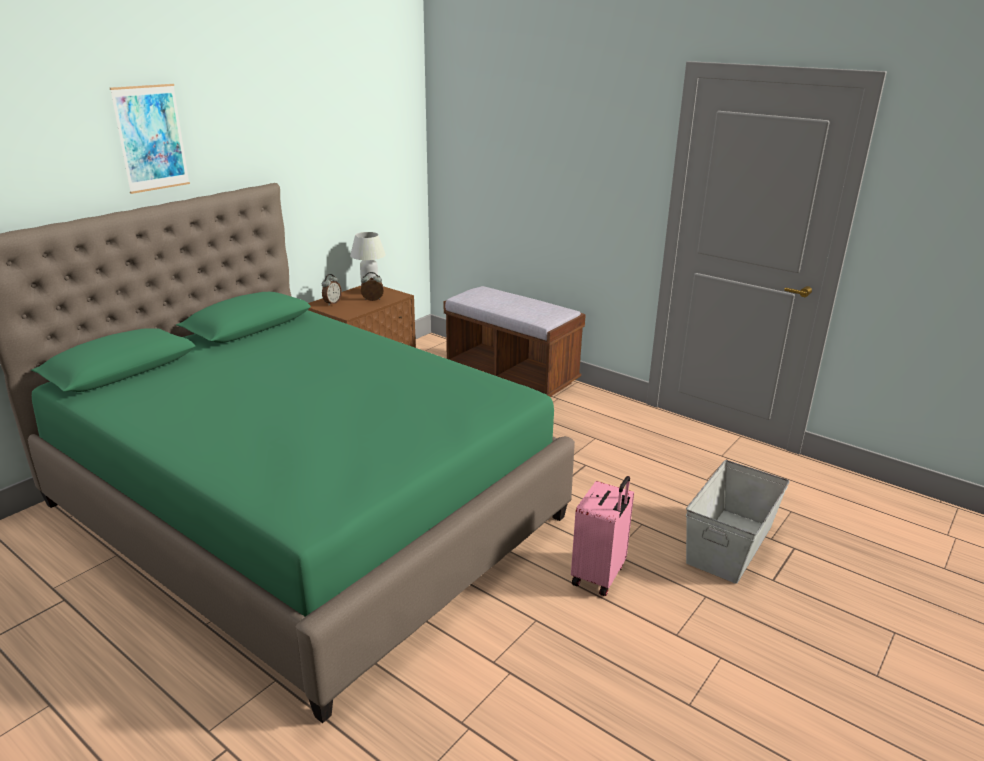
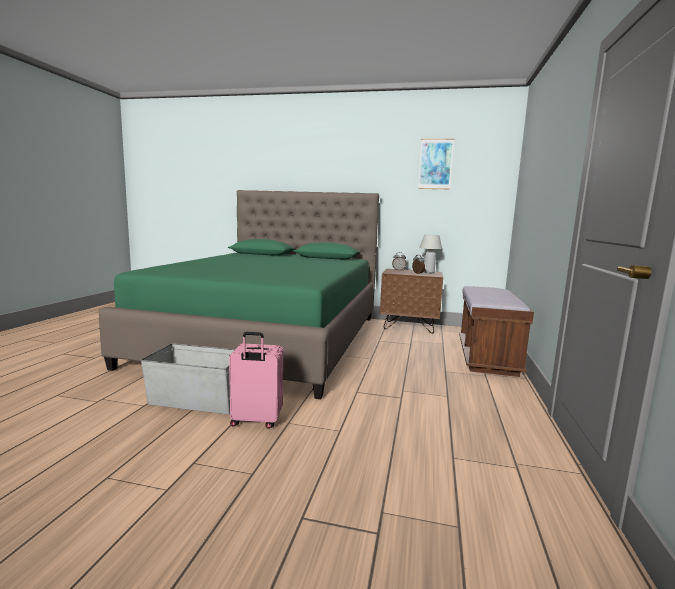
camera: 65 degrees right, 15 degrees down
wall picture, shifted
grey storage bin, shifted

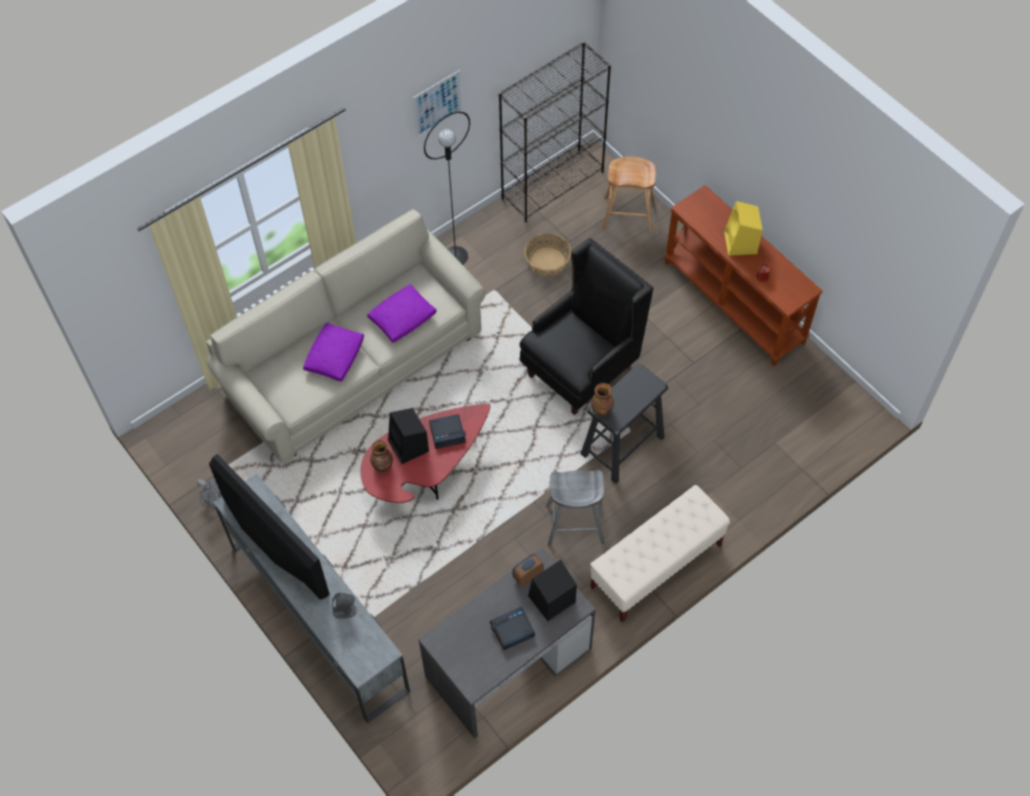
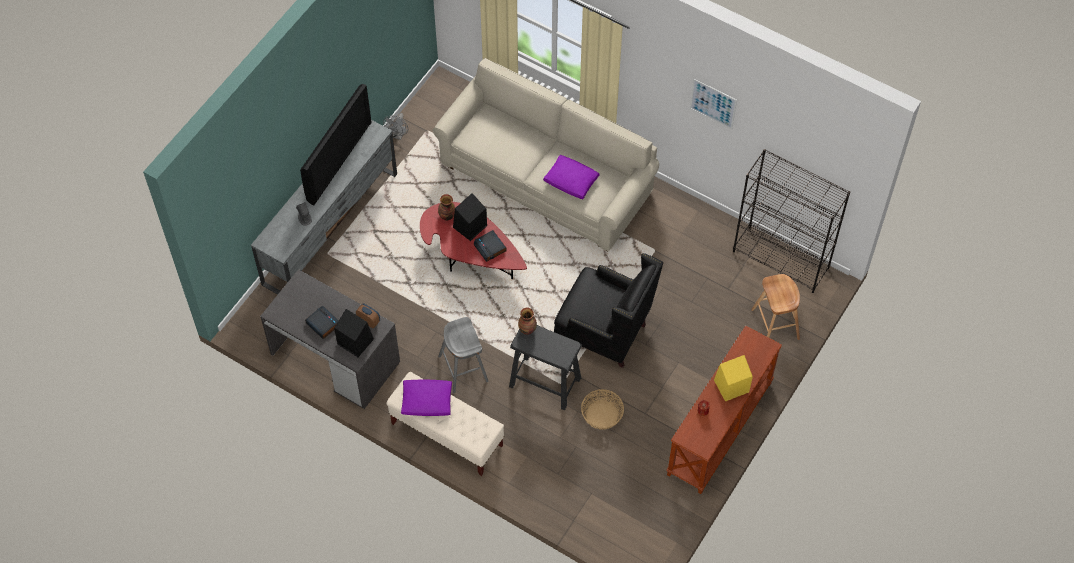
camera: 70 degrees right, 0 degrees up
black-coloured standing lamp → -
purple throw pillow (no. 1 from left), shifted
storage basket, shifted

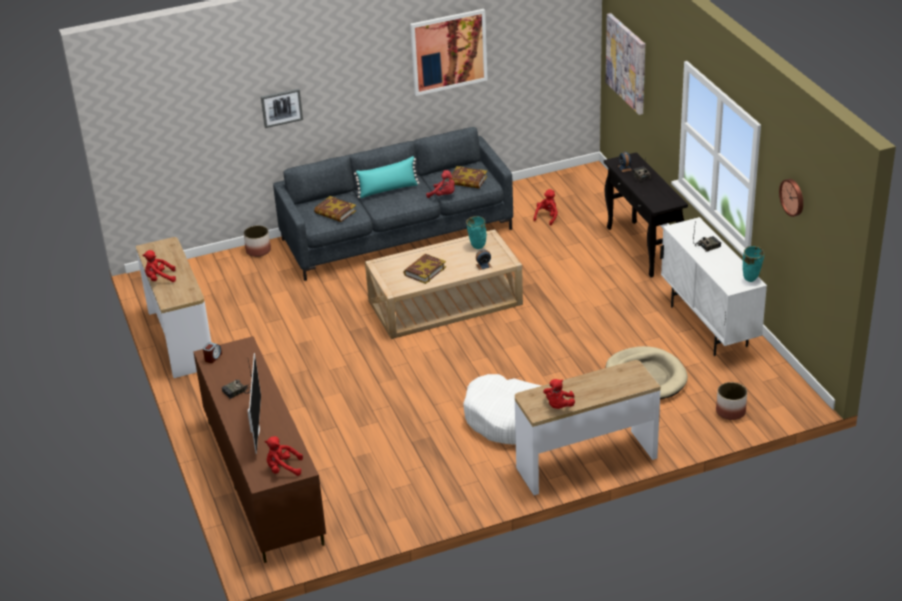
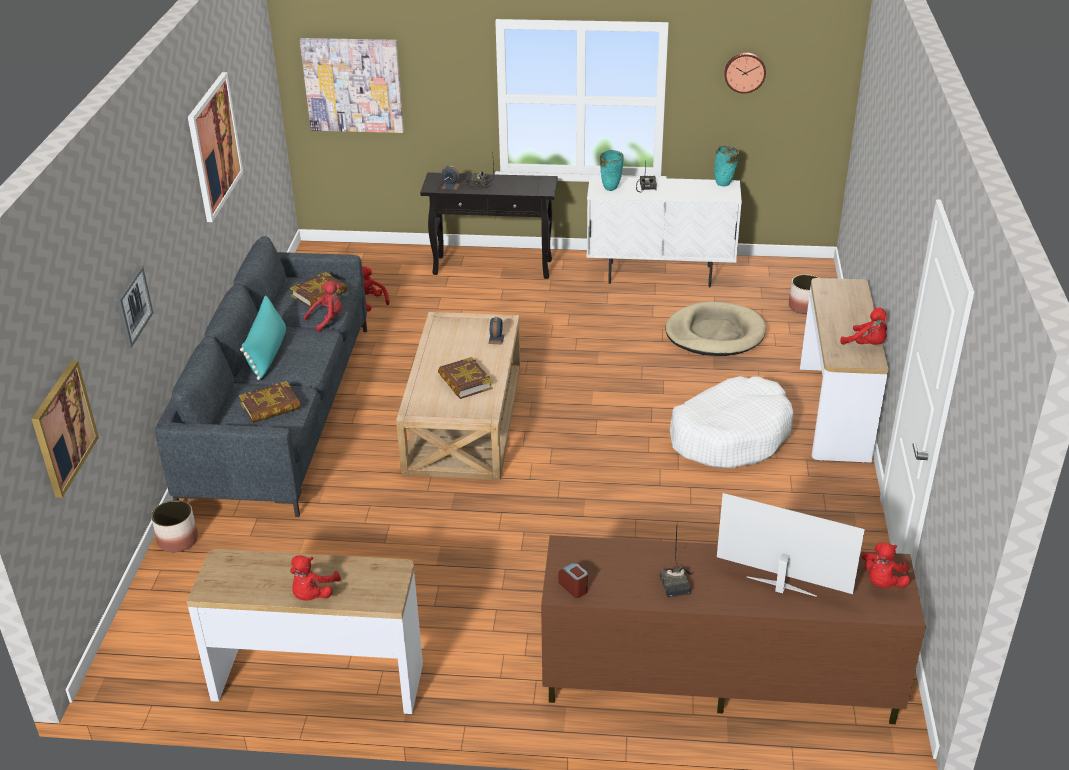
camera: 65 degrees left, 0 degrees up
- → wall picture (no. 1 from left)
turquoise-coloured vase (no. 1 from left), shifted

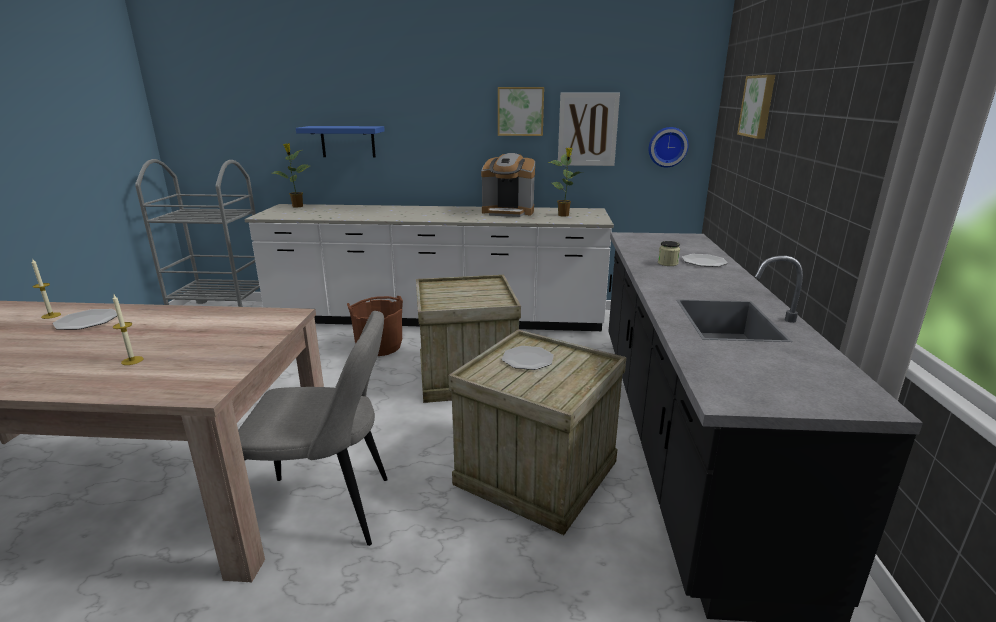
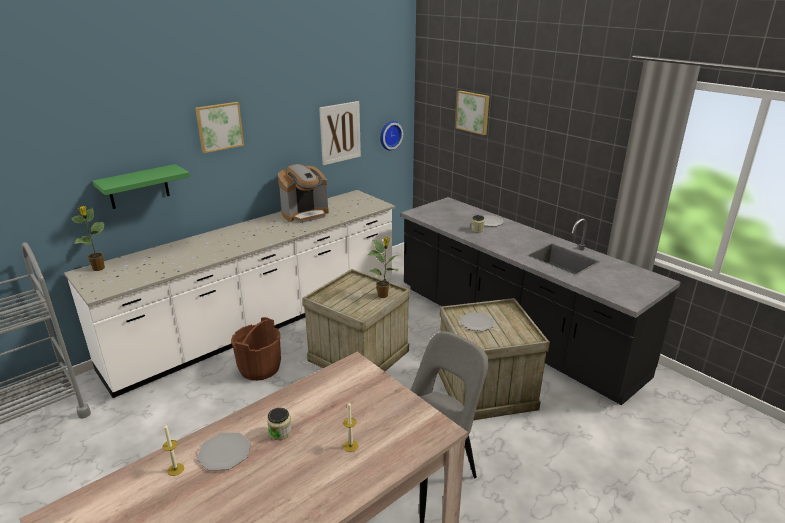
camera: 45 degrees left, 5 degrees up
- → storage jar (no. 1 from left)
wall picture (no. 1 from left), shifted
houseplant (no. 2 from left), shifted
blue-coloured wall shelf → green wall shelf

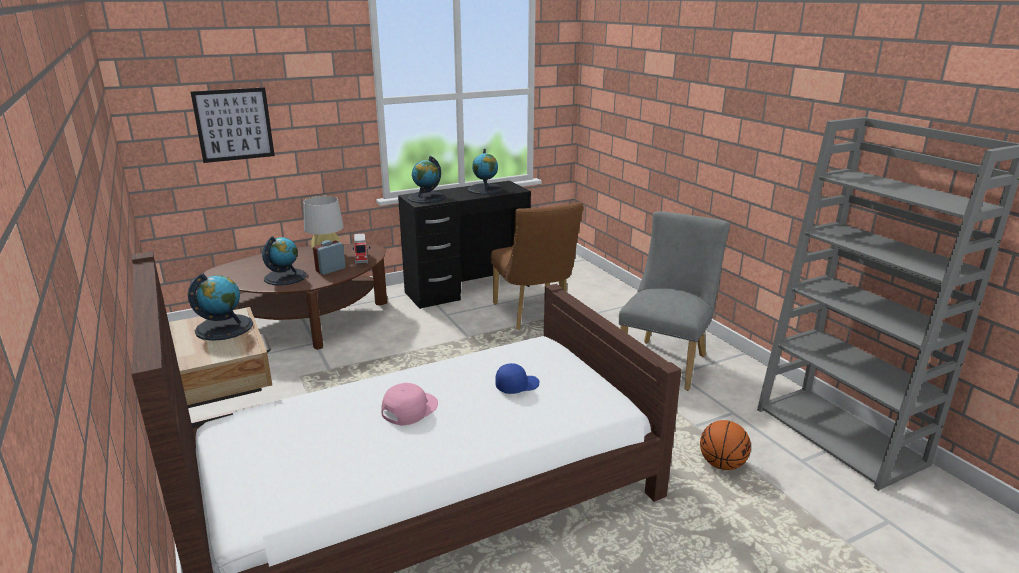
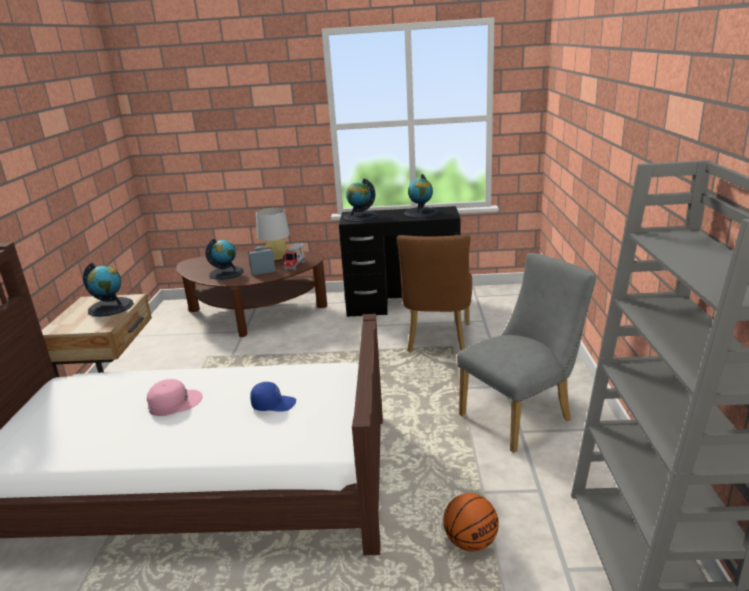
camera: 30 degrees right, 0 degrees up
wall picture → -

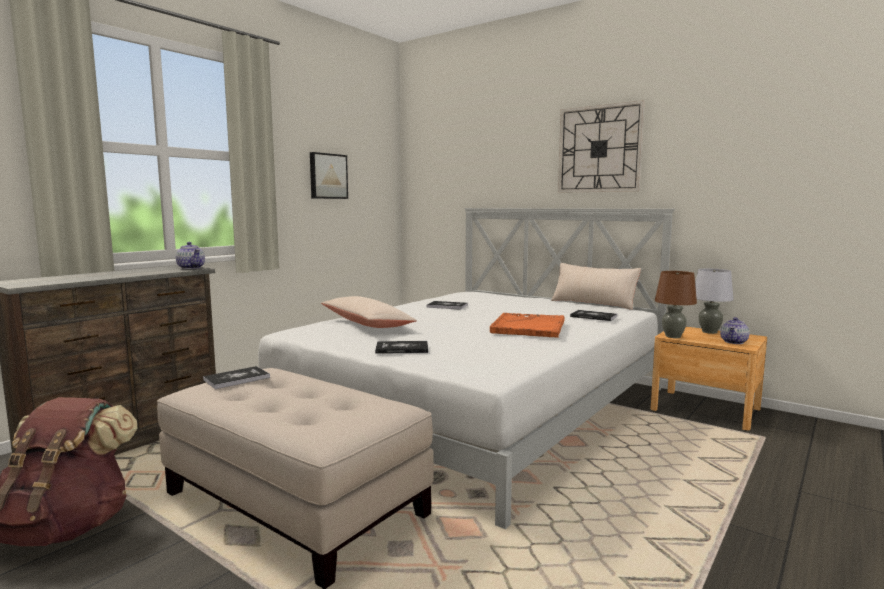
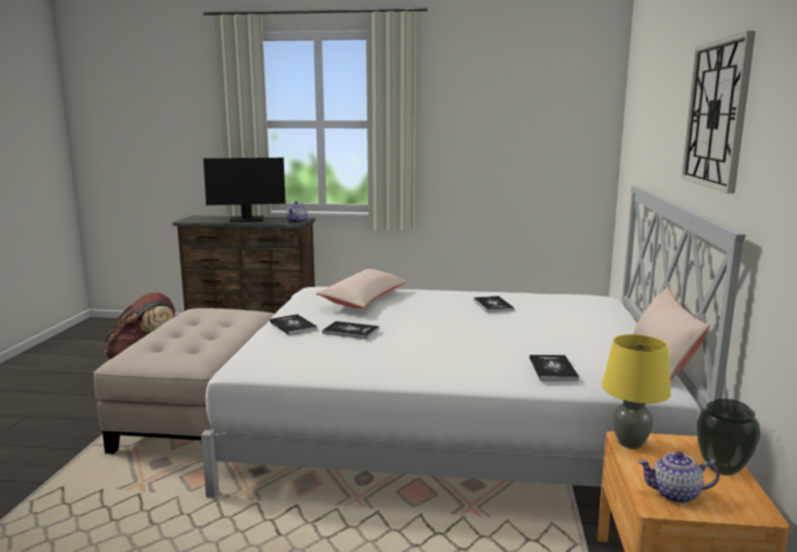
camera: 60 degrees right, 5 degrees up
wall picture → -
orangey serving tray → -
- → computer screen
volume (no. 1 from left in the first image) → volume (no. 2 from left), shifted
grey table lamp → vase
brown table lamp → yellowish table lamp

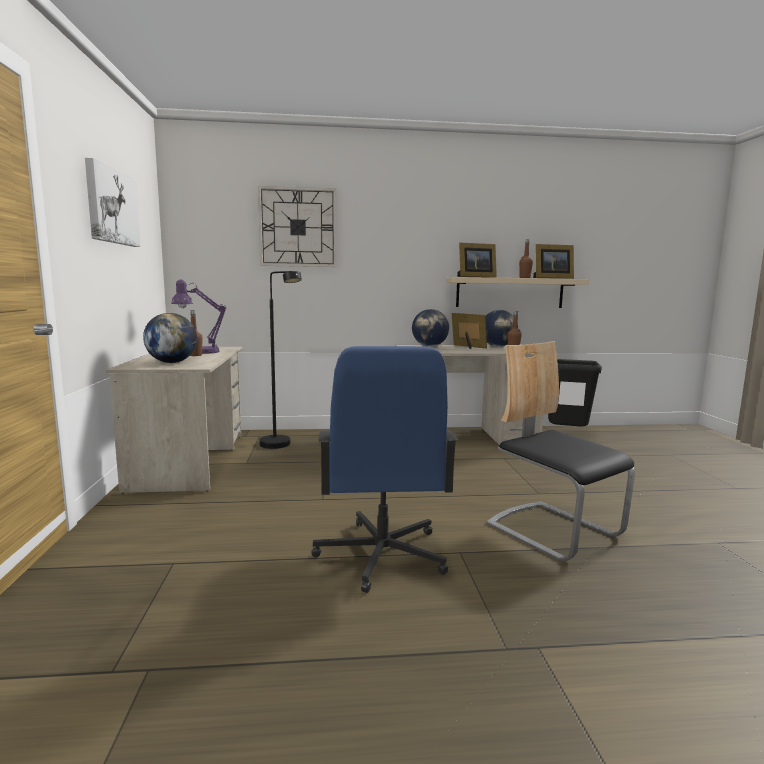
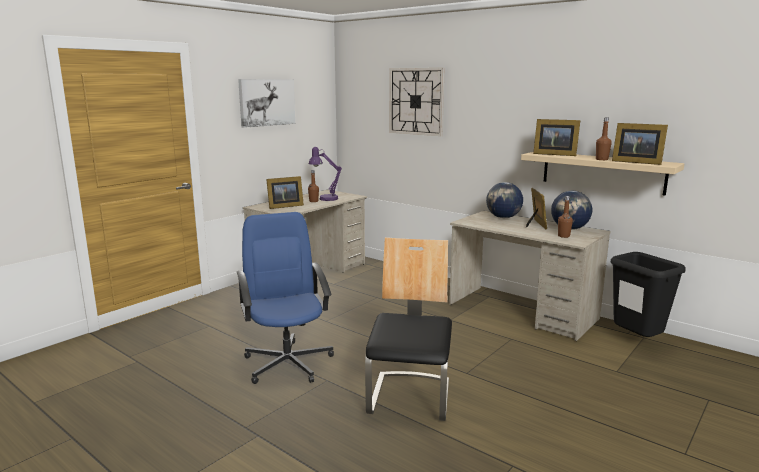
camera: 45 degrees right, 5 degrees up
black-coloured standing lamp → -
globe (no. 1 from left) → standing frame (no. 1 from left)
blue-coloured office chair, 120 degrees clockwise

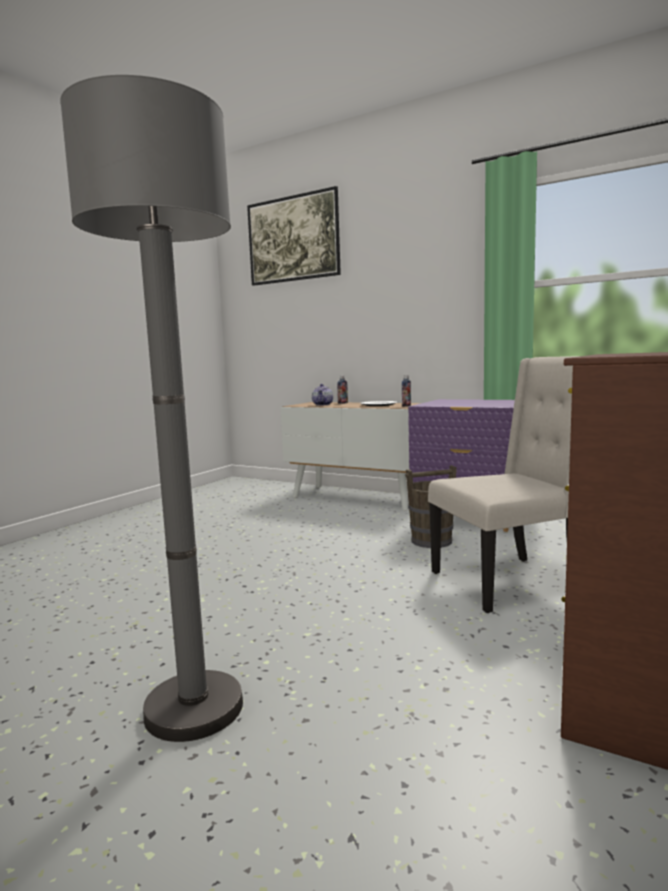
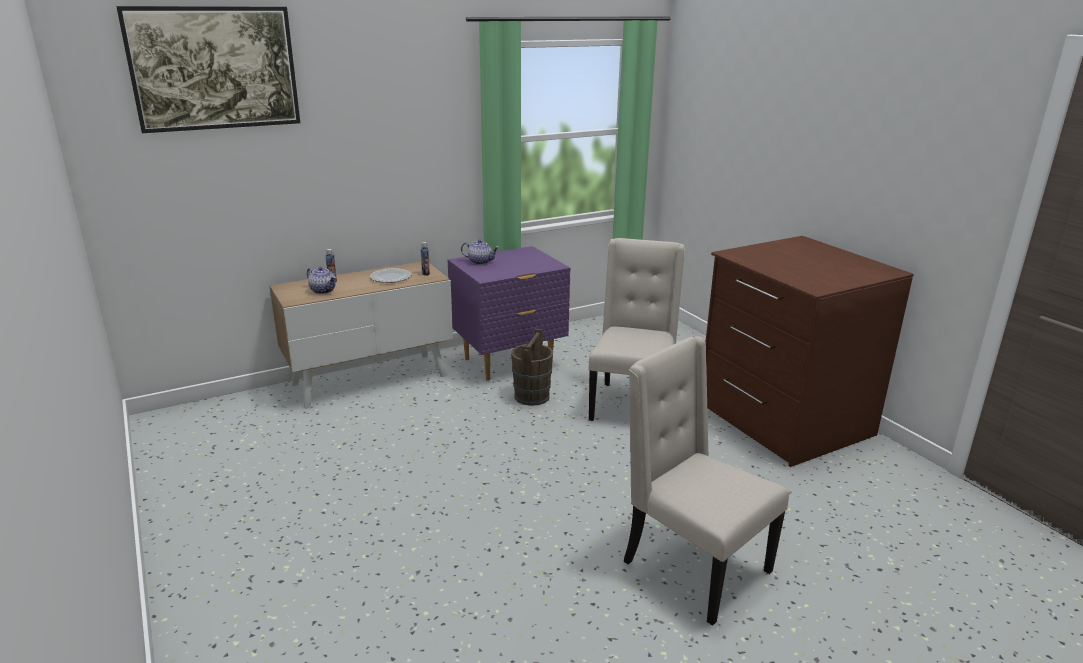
camera: 60 degrees left, 15 degrees up
- → teapot (no. 2 from left)
grey standing lamp → sand-coloured plain chair (no. 2 from left)

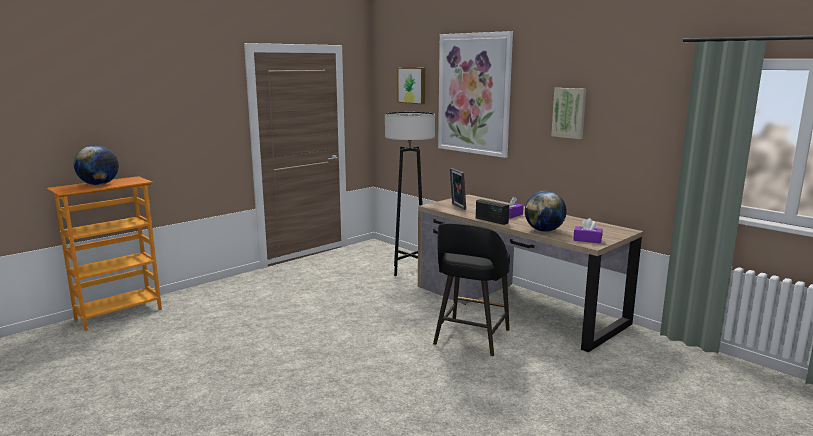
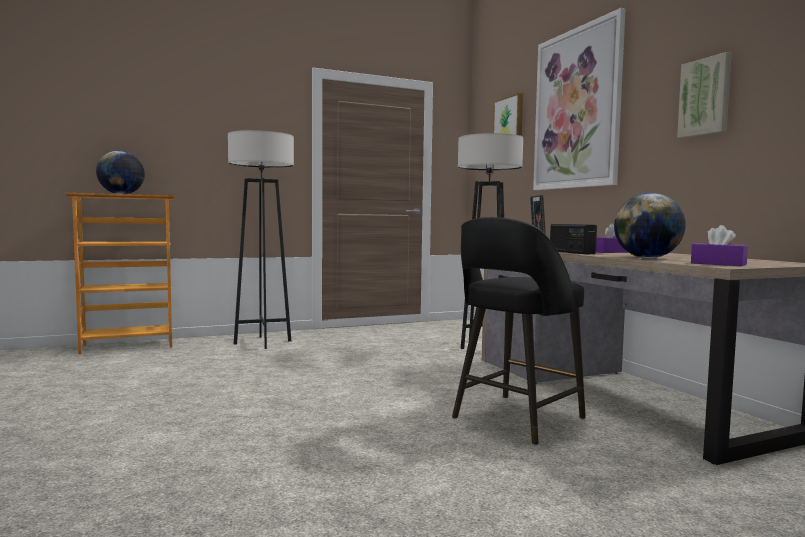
camera: 20 degrees right, 10 degrees down
- → grey standing lamp (no. 1 from left)

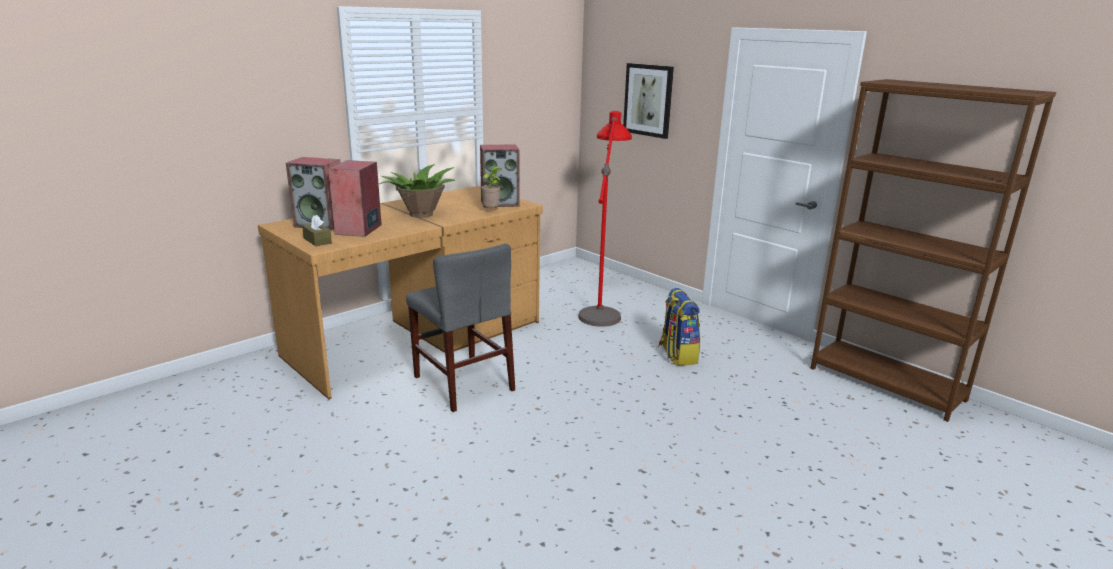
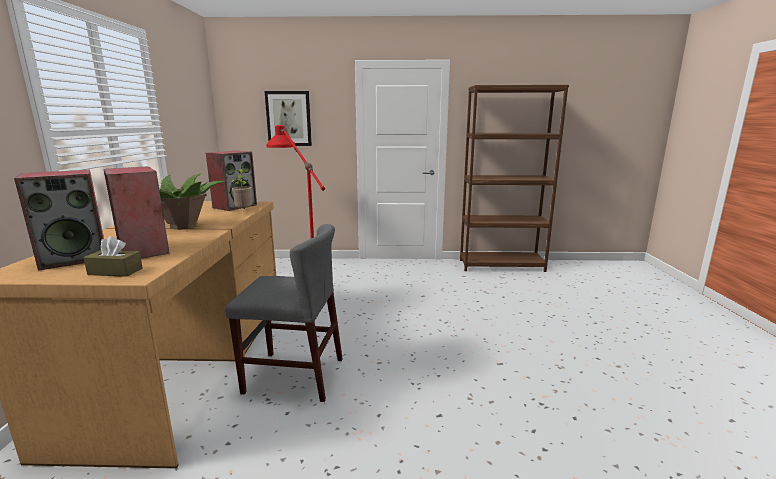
camera: 45 degrees left, 5 degrees down
backpack → -

